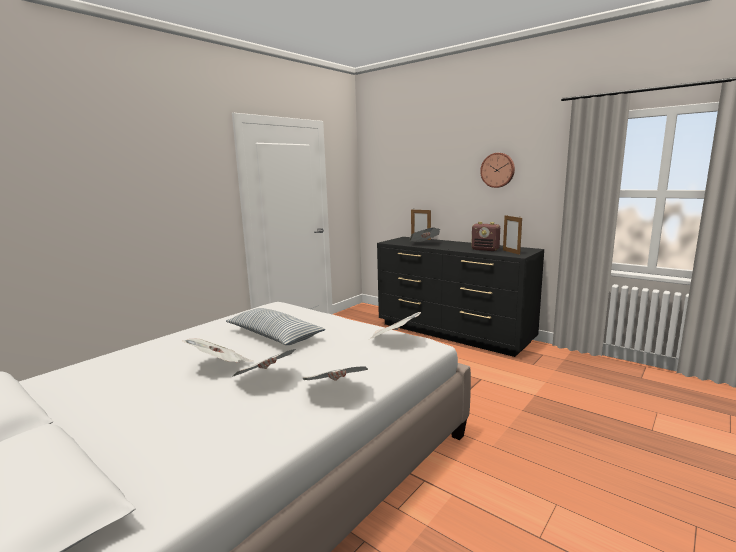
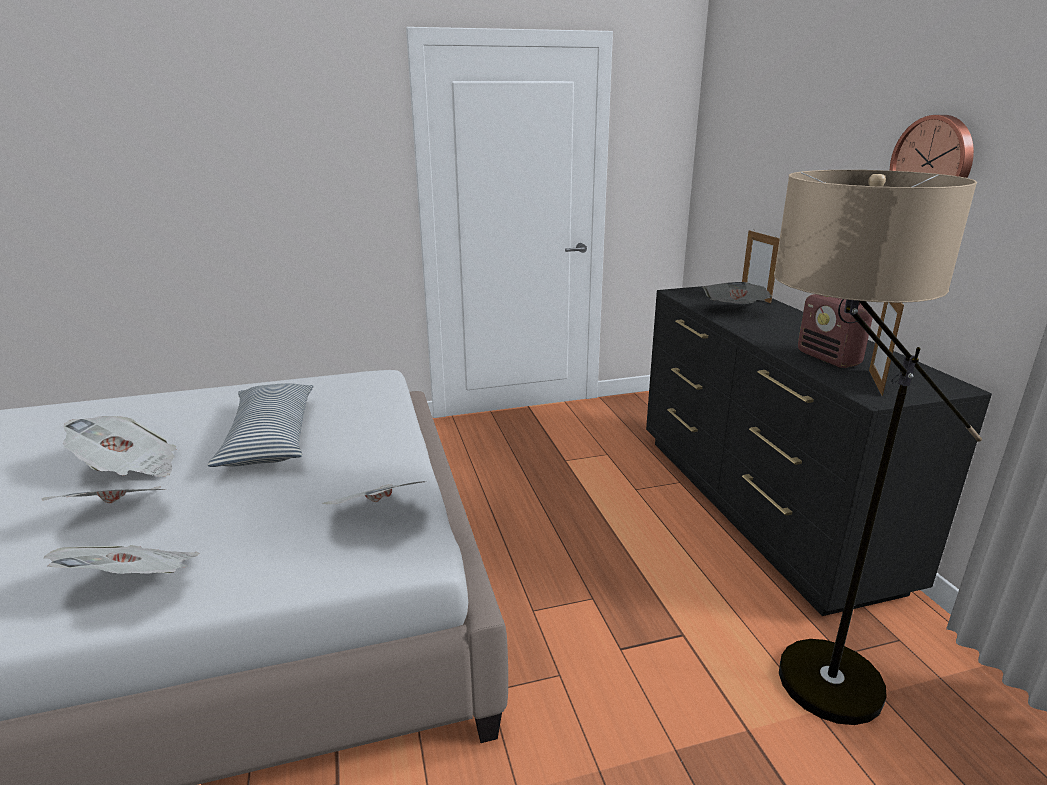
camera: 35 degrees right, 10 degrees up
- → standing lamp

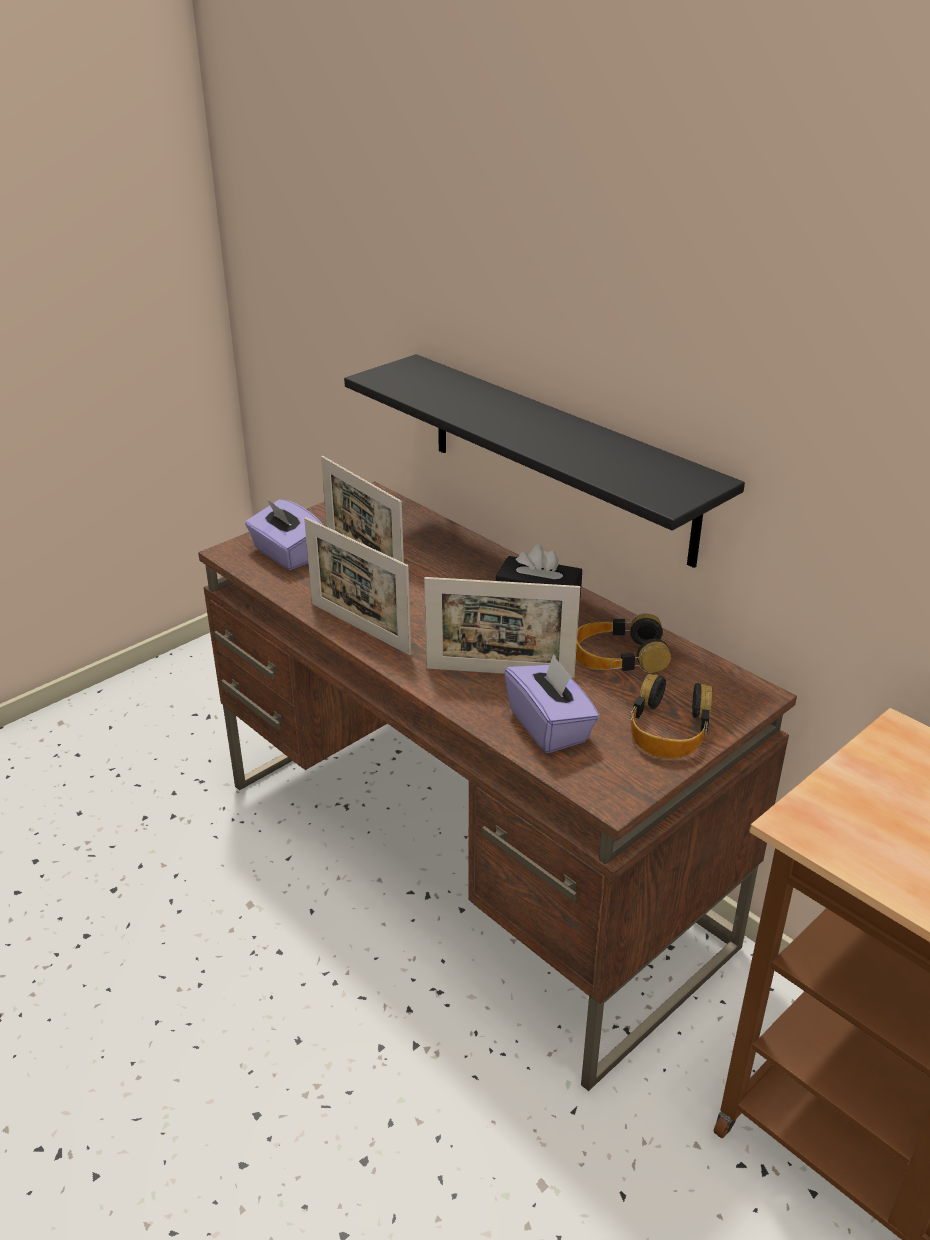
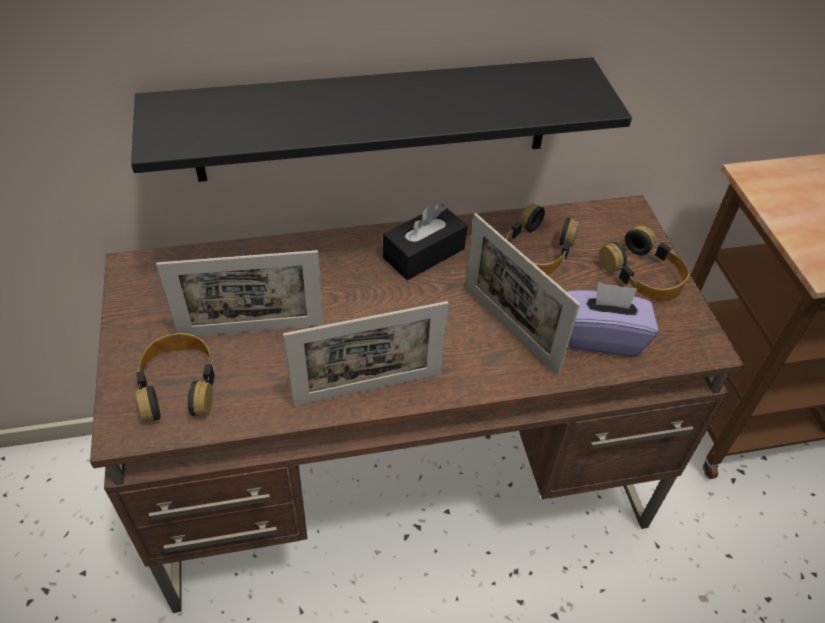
camera: 60 degrees left, 15 degrees up
purple box of tissues (no. 1 from left) → pair of headphones (no. 1 from left)
standing frame (no. 3 from left), 105 degrees clockwise

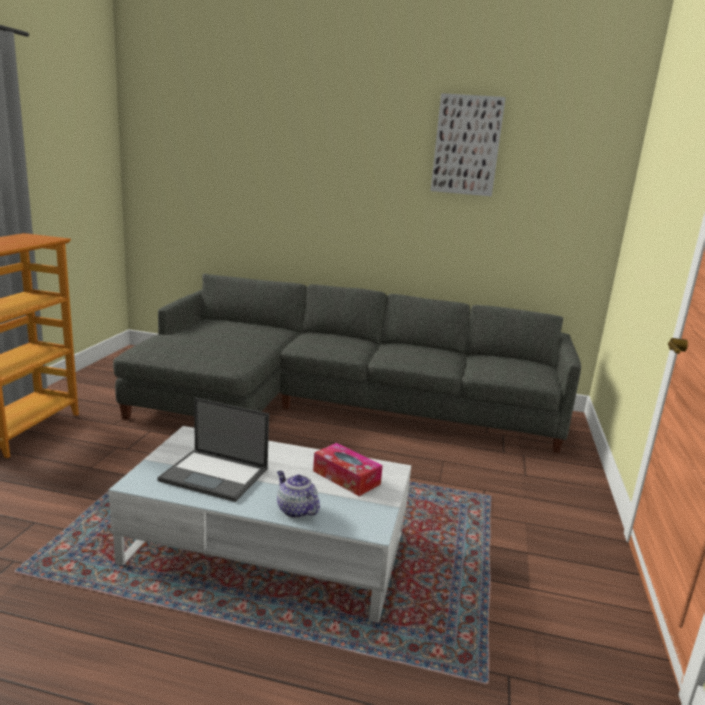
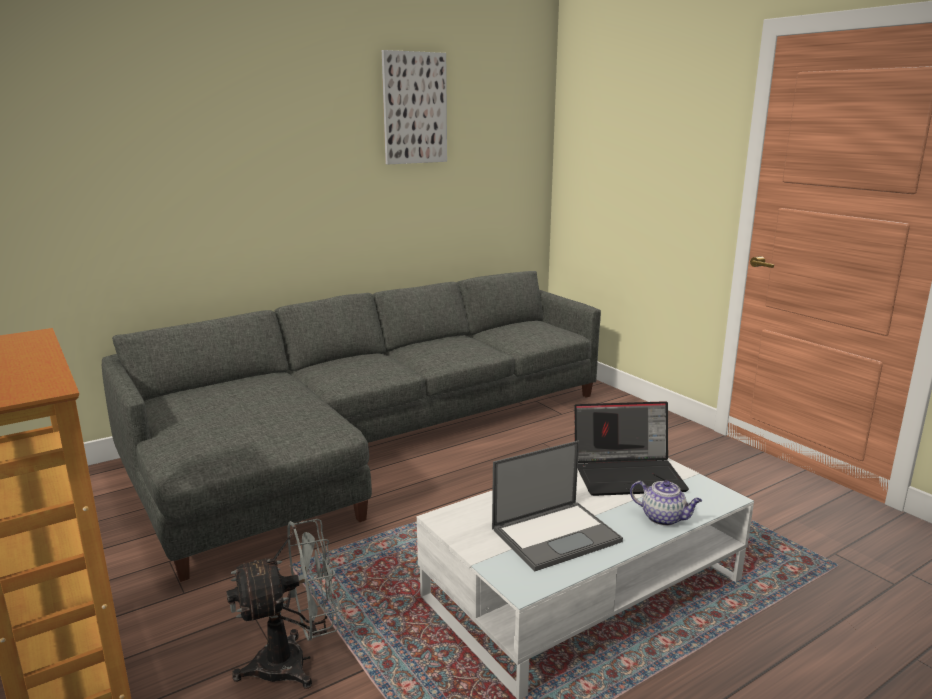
camera: 45 degrees left, 0 degrees up
- → grey fan
box of tissues → portable computer (no. 2 from left)
teapot, 150 degrees counterclockwise

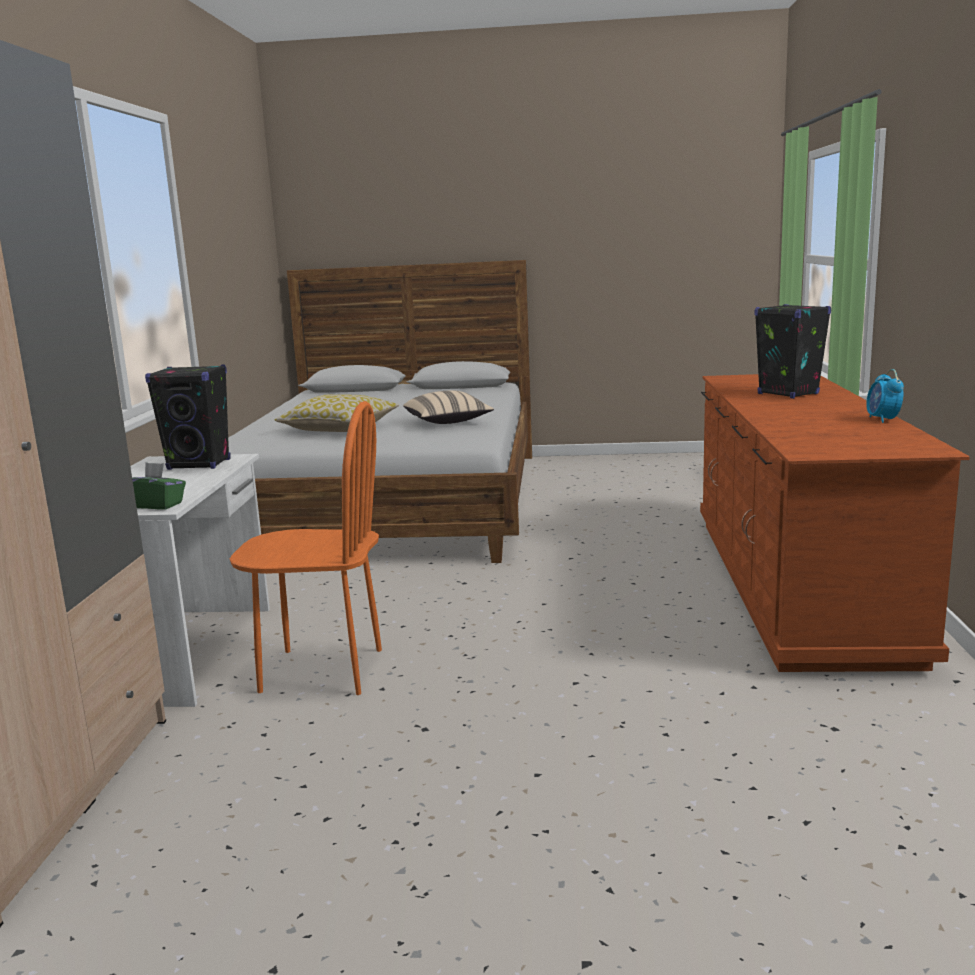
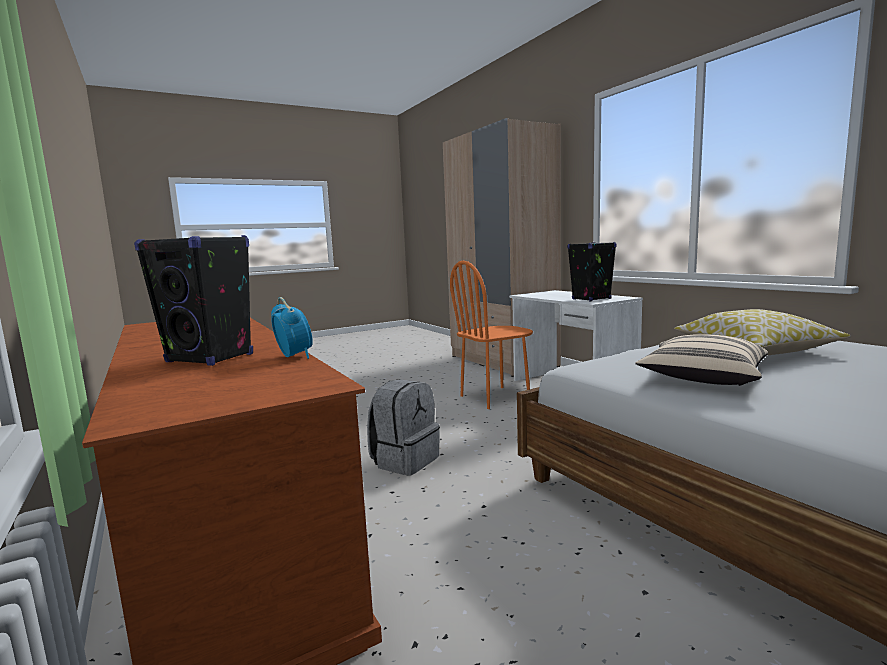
camera: 145 degrees right, 5 degrees down
green box of tissues → -
- → grey backpack
alarm clock, shifted

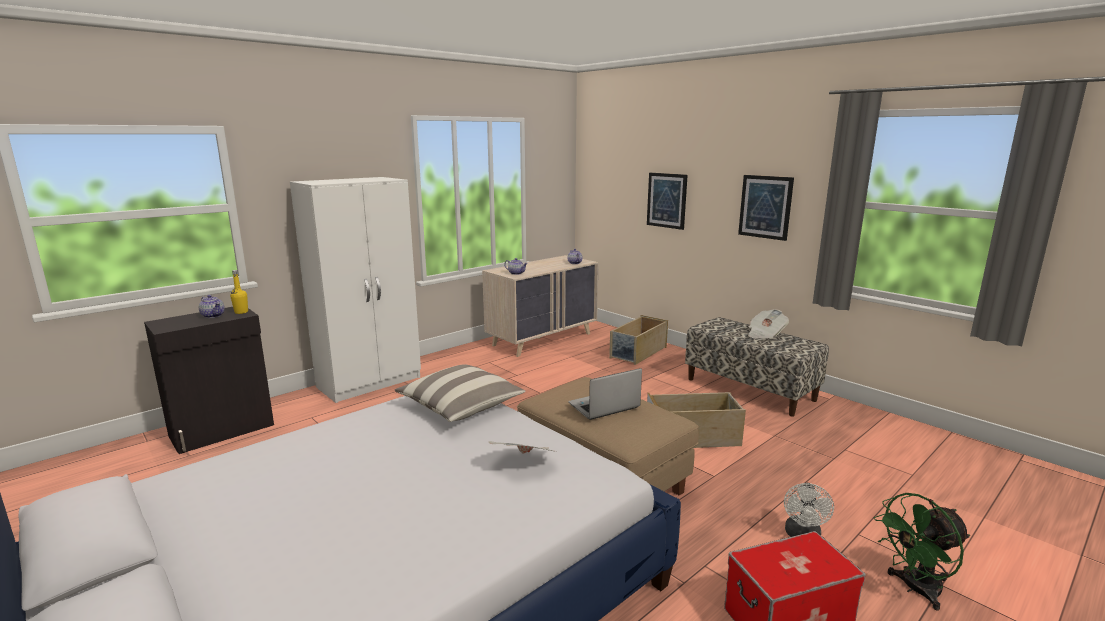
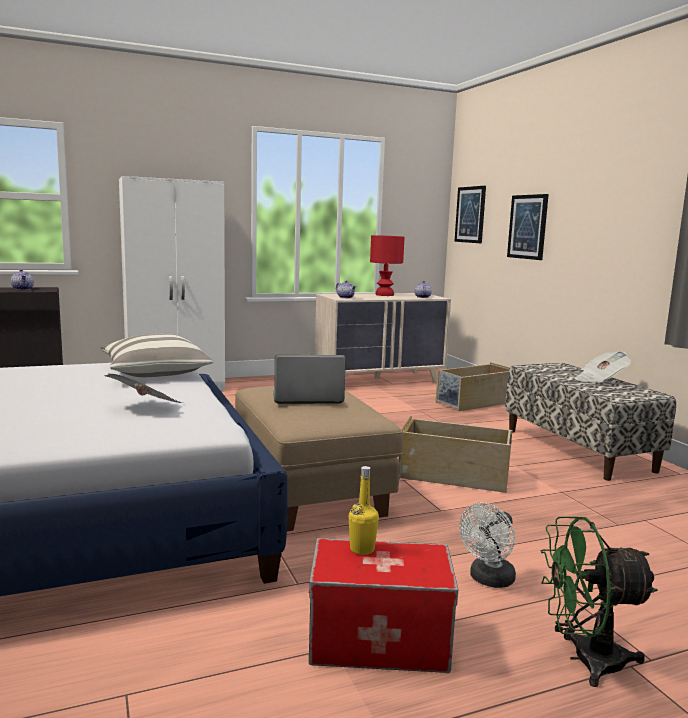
camera: 20 degrees right, 5 degrees down
- → red-coloured table lamp
yellowish drink bottle, shifted
wall picture (no. 2 from left in the first image) → wall picture (no. 1 from left), shifted

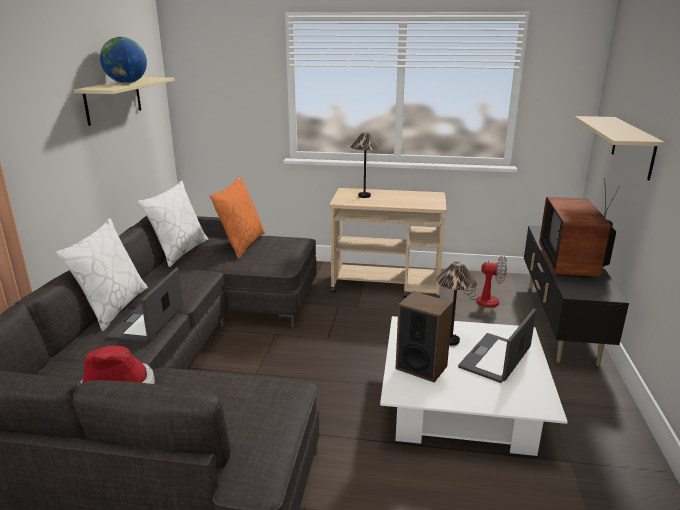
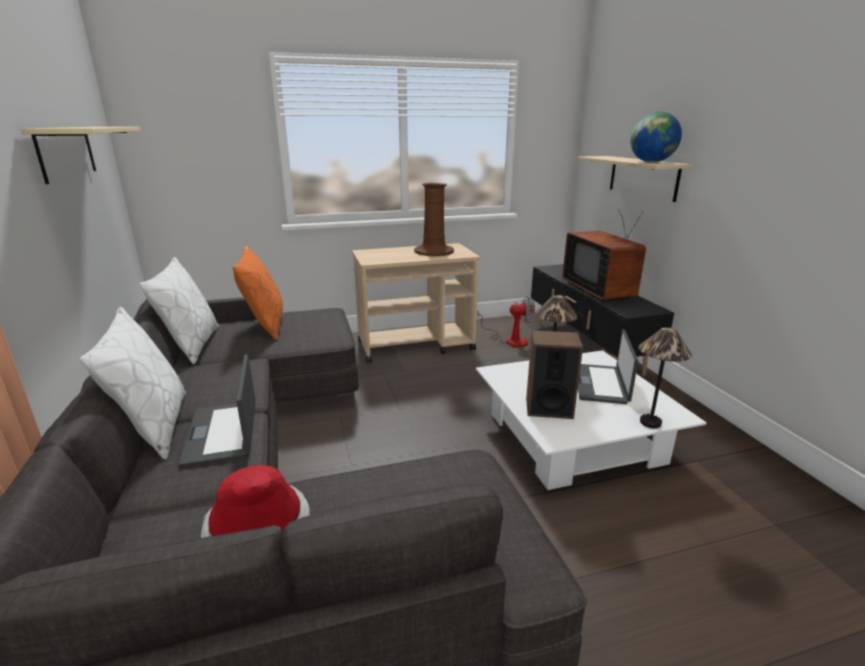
camera: 25 degrees left, 0 degrees up
- → brown vase
globe, shifted
table lamp (no. 1 from left in the first image) → table lamp (no. 2 from left), shifted

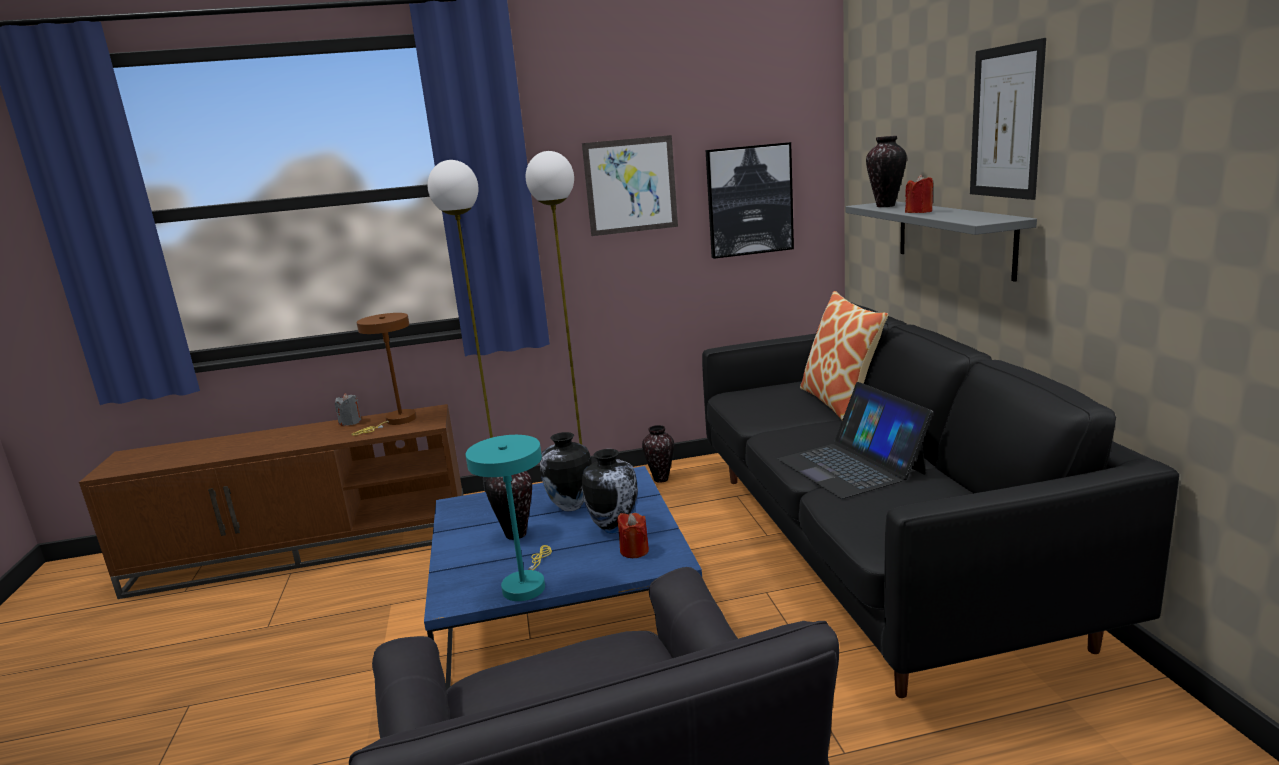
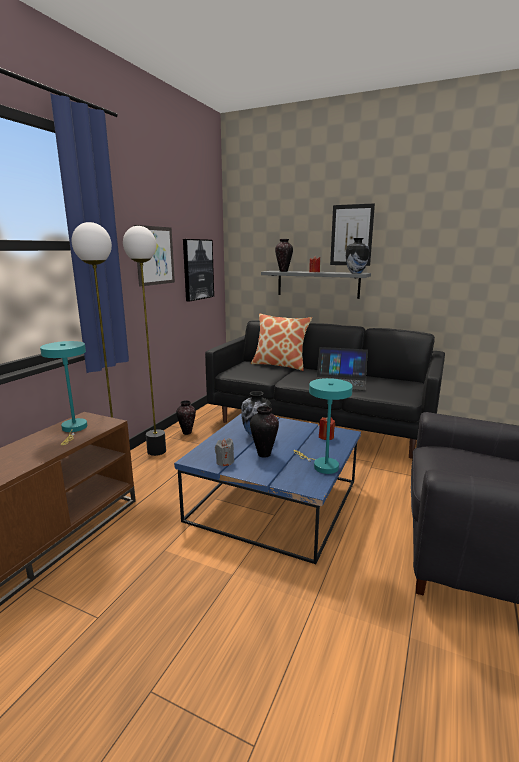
camera: 55 degrees left, 0 degrees up
grey wax candle, shifted
vase (no. 3 from left in the first image) → vase (no. 5 from left), shifted
brown table lamp → turquoise-coloured table lamp (no. 1 from left)

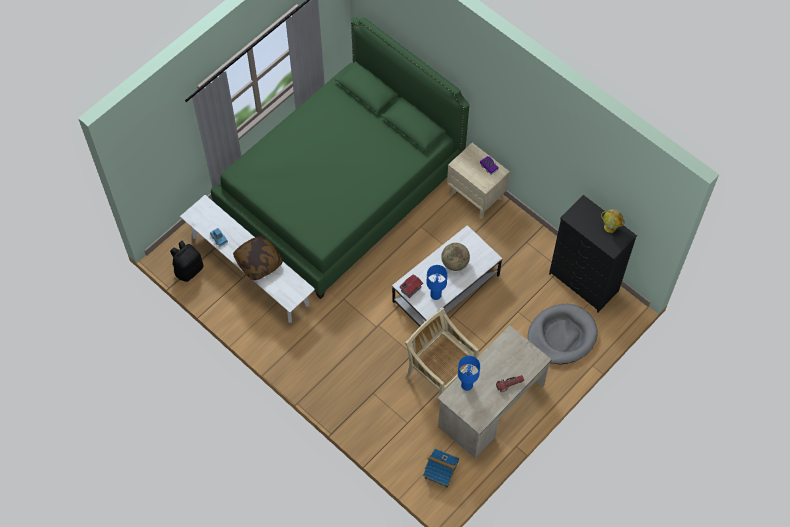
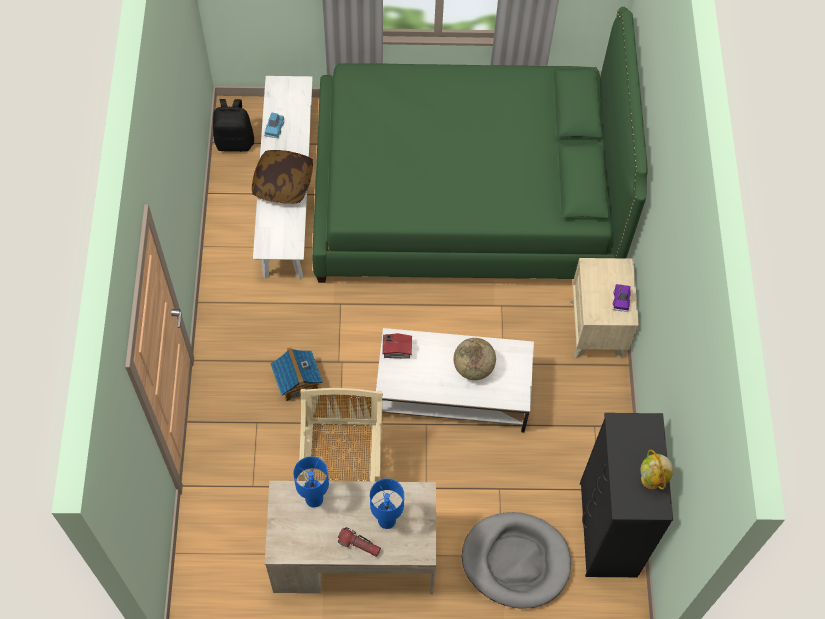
camera: 45 degrees right, 0 degrees up
toy house (no. 2 from left in the first image) → toy house (no. 1 from left), shifted
blue-coloured table lamp (no. 1 from left in the first image) → blue-coloured table lamp (no. 2 from left), shifted

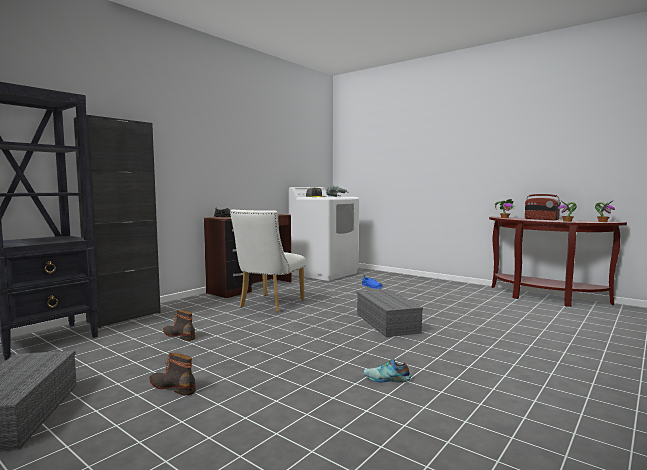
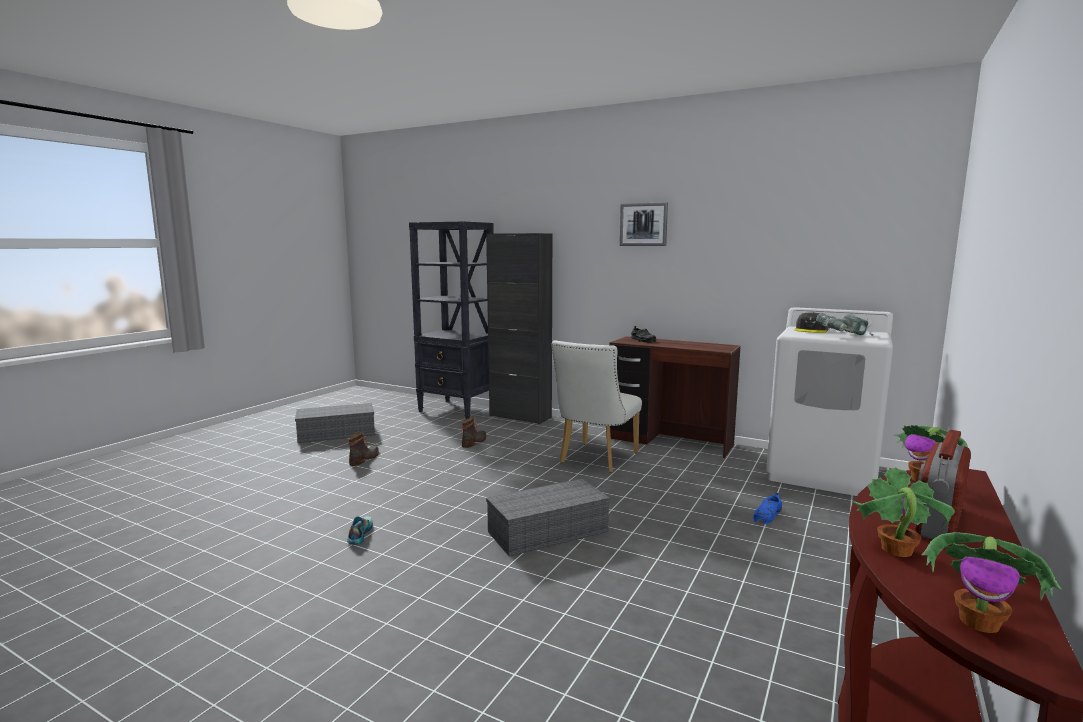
camera: 80 degrees right, 5 degrees up
- → wall picture
whitish plain chair, 75 degrees counterclockwise

